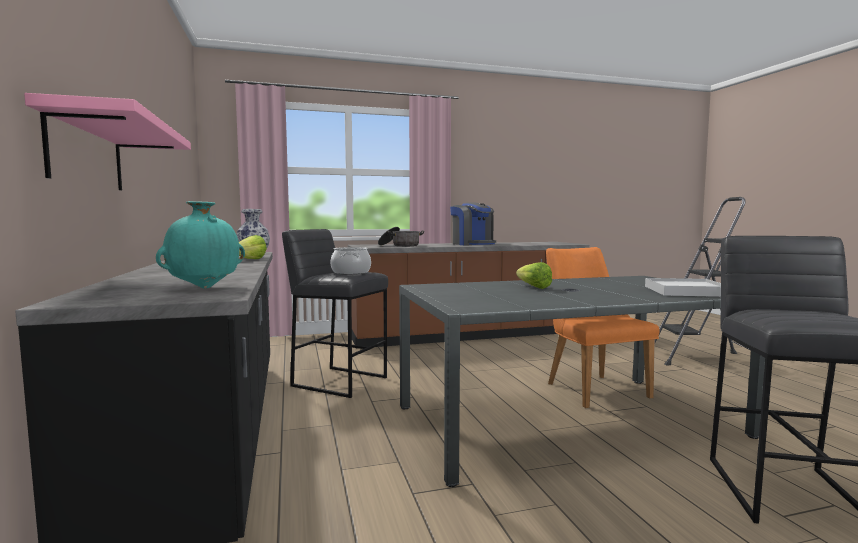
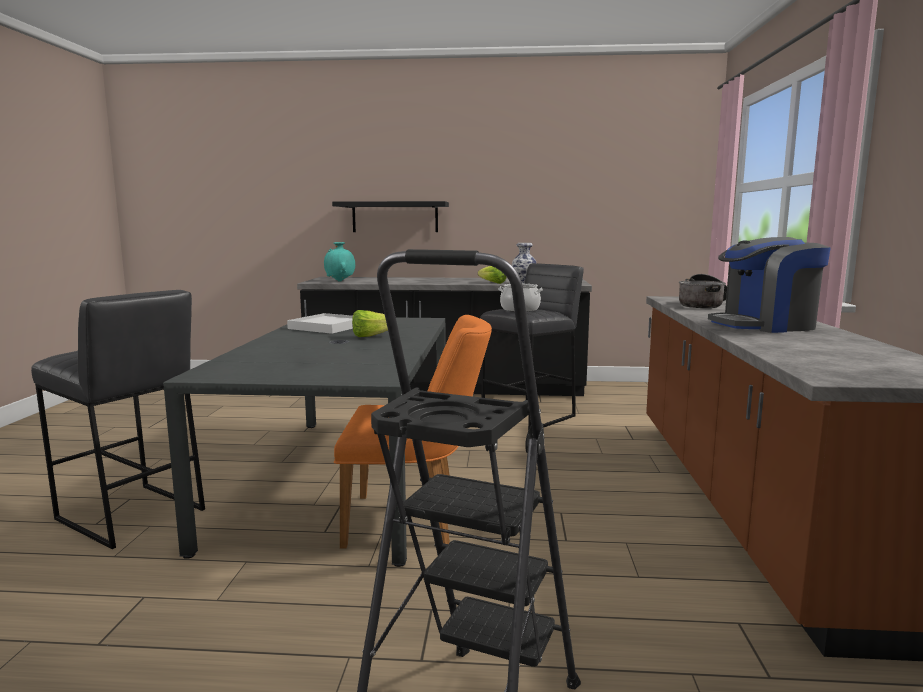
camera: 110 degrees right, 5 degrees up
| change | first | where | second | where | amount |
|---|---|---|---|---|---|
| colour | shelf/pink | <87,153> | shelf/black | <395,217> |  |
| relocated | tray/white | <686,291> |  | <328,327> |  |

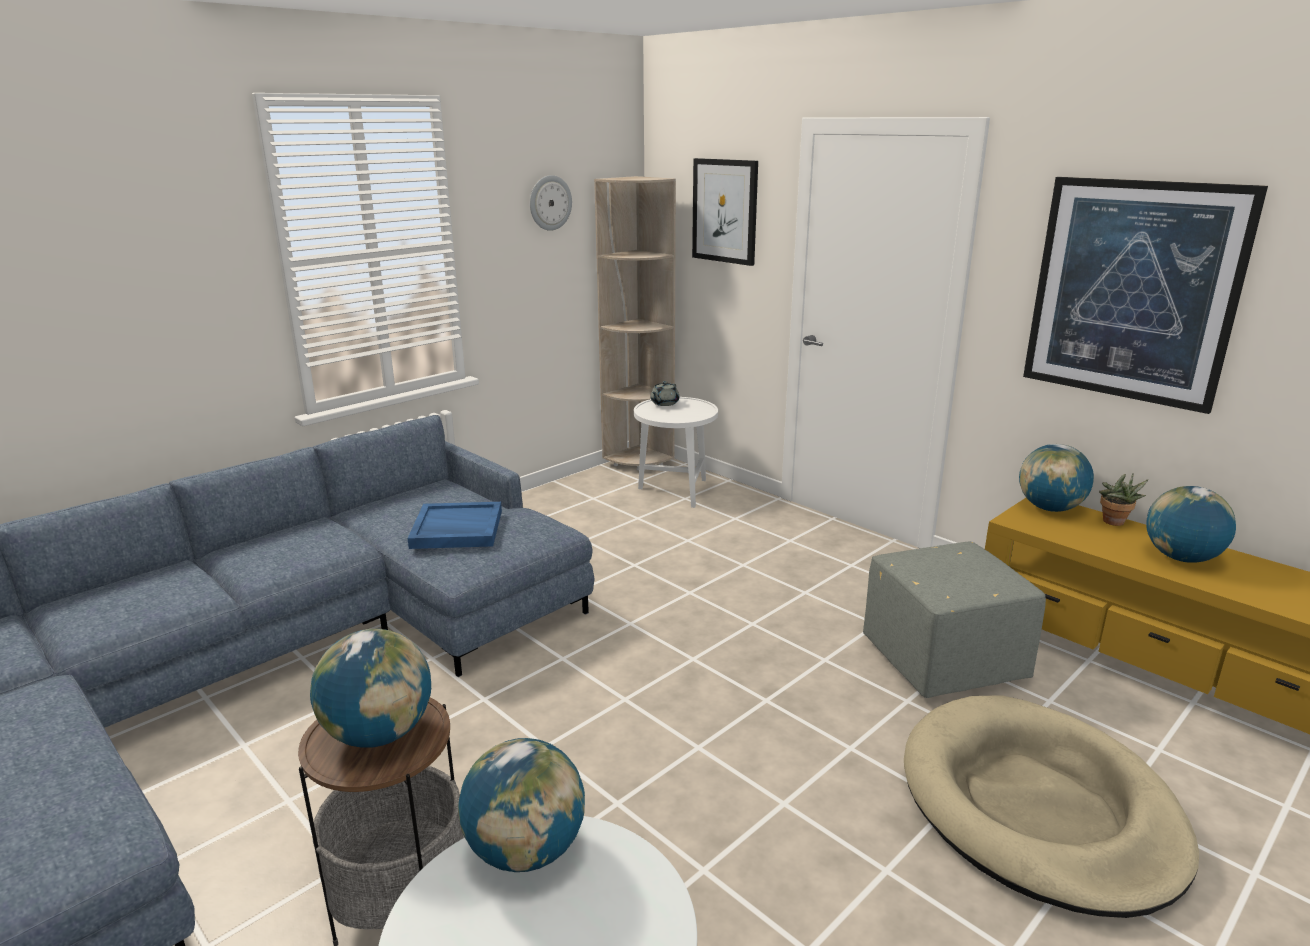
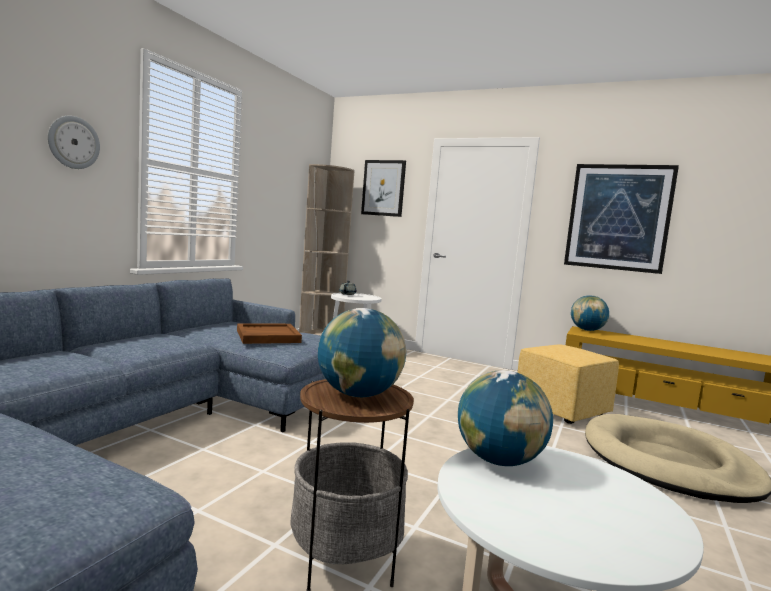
camera: 20 degrees left, 15 degrees down
| change | first | where | second | where | amount |
|---|---|---|---|---|---|
| relocated | wall clock | <550,203> |  | <73,142> |  |
| missing | potted plant | <1114,523> |  |  |  |
| missing | globe | <1181,558> |  |  |  |
| colour | tray/blue | <456,529> | tray/brown | <267,336> |  |
| colour | ottoman/grey | <942,660> | ottoman/yellow | <561,409> |  |

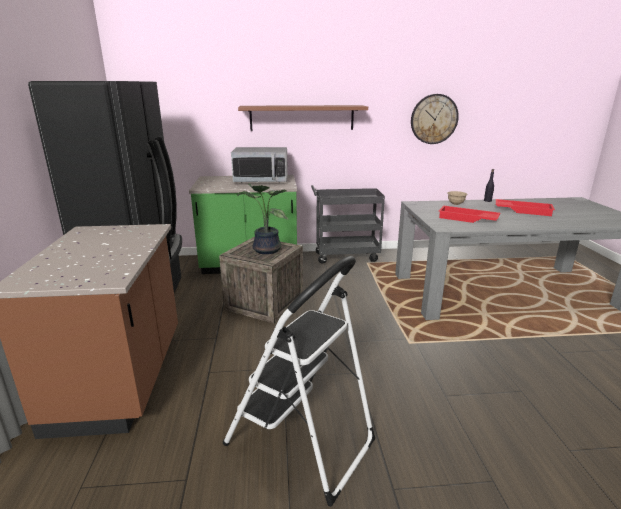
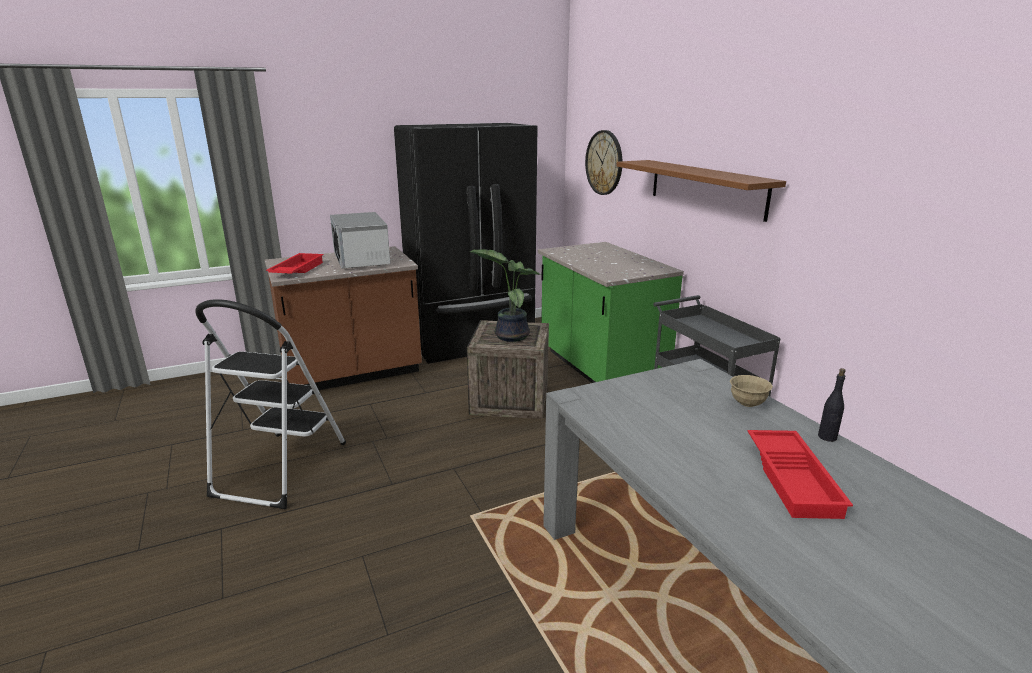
camera: 70 degrees right, 0 degrees up
| change | first | where | second | where | amount |
|---|---|---|---|---|---|
| relocated | wall clock | <434,119> |  | <604,162> |  |
| relocated | microwave | <261,180> |  | <362,260> |  |
| relocated | tray/red | <467,219> |  | <296,270> |  |

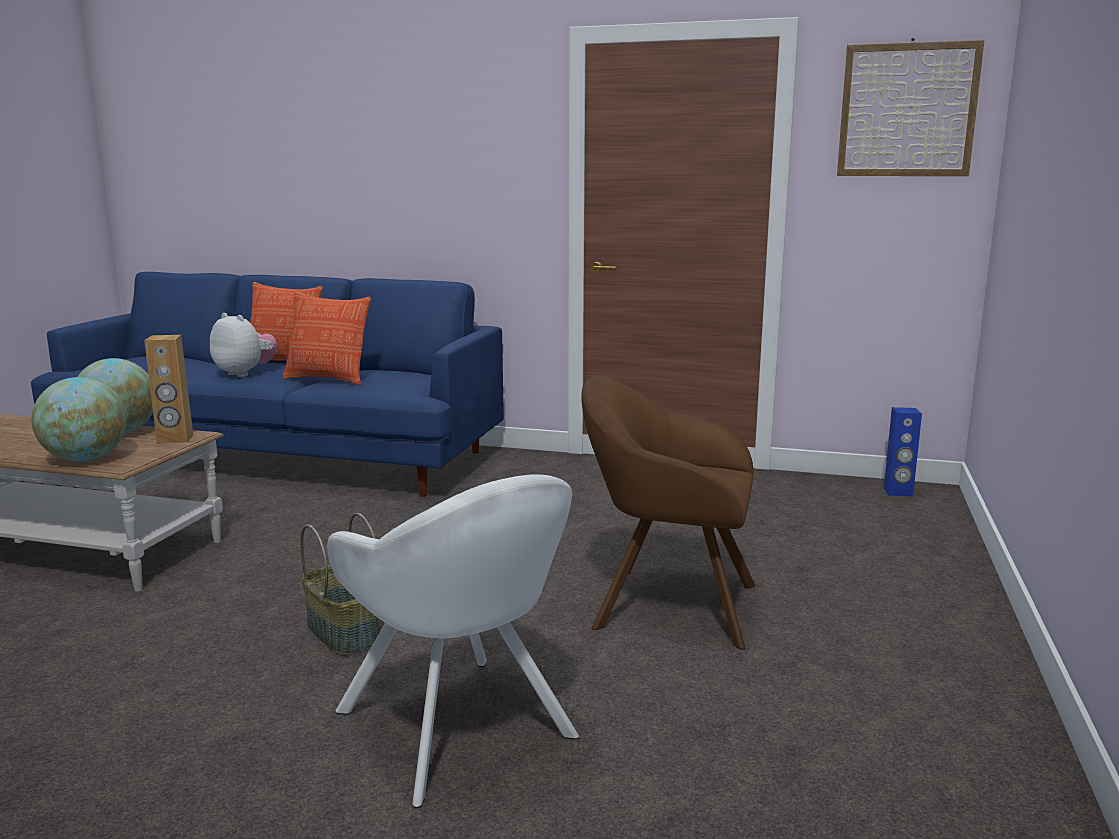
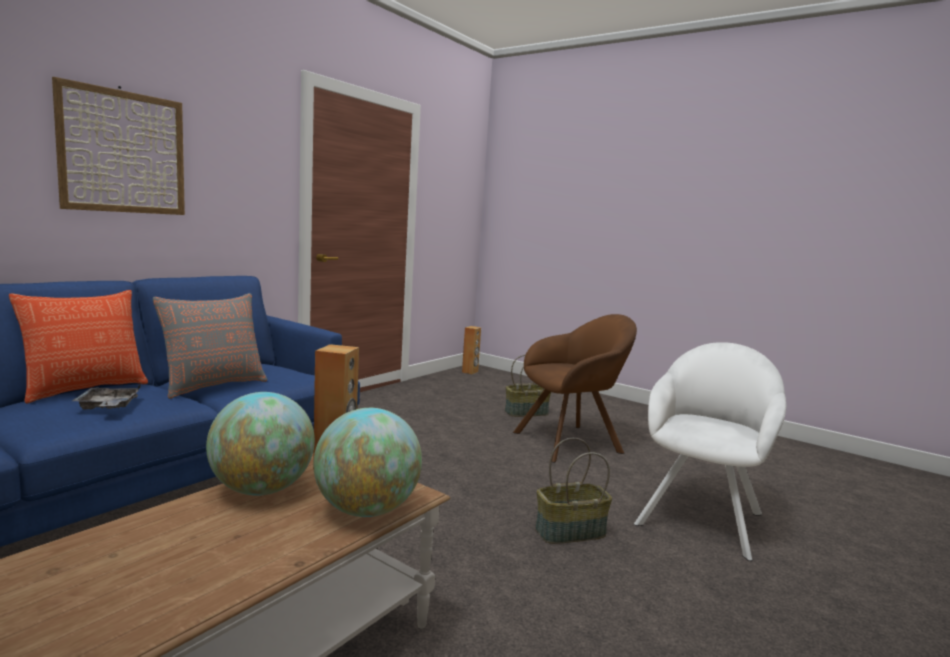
camera: 70 degrees left, 5 degrees down
| change | first | where | second | where | amount |
|---|---|---|---|---|---|
| relocated | picture | <907,108> |  | <123,150> |  |
| colour | pillow/orange | <328,379> | pillow/grey | <214,386> |  |
| exchanged | plush toy | <245,373> | tray/grey | <108,407> |  |
| spun | armchair/brown | <666,604> |  | <572,442> | 150 degrees counterclockwise |
| colour | speaker/blue | <898,492> | speaker/brown | <470,372> |  |
| spun | armchair/white | <460,730> |  | <701,516> | 45 degrees counterclockwise |
| appeared |  |  | basket | <526,412> |  |

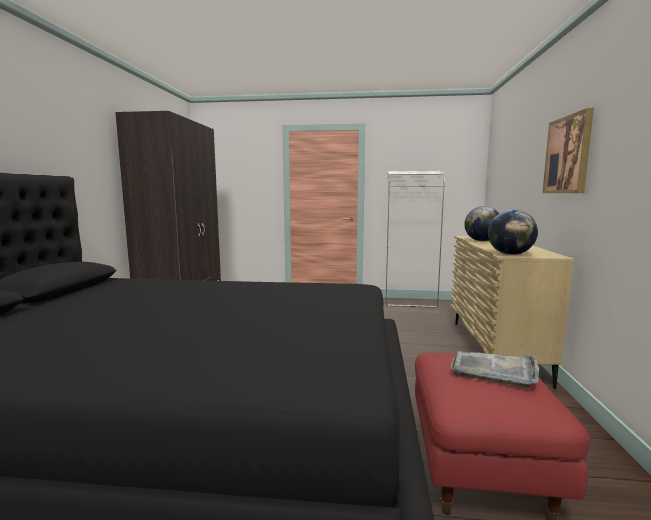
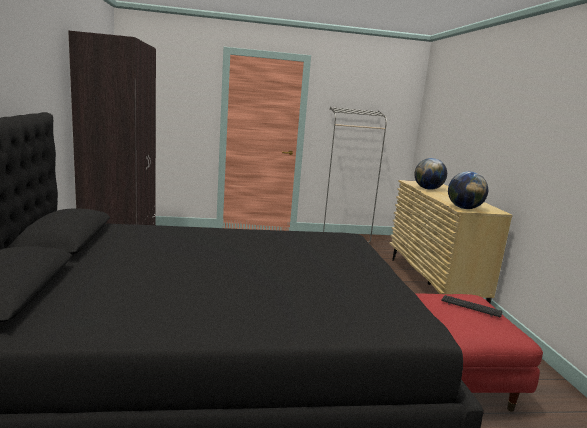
camera: 15 degrees left, 5 degrees up
| change | first | where | second | where | amount |
|---|---|---|---|---|---|
| missing | picture | <568,155> |  |  |  |
| exchanged | tray/grey | <494,370> | keyboard | <471,307> |  |

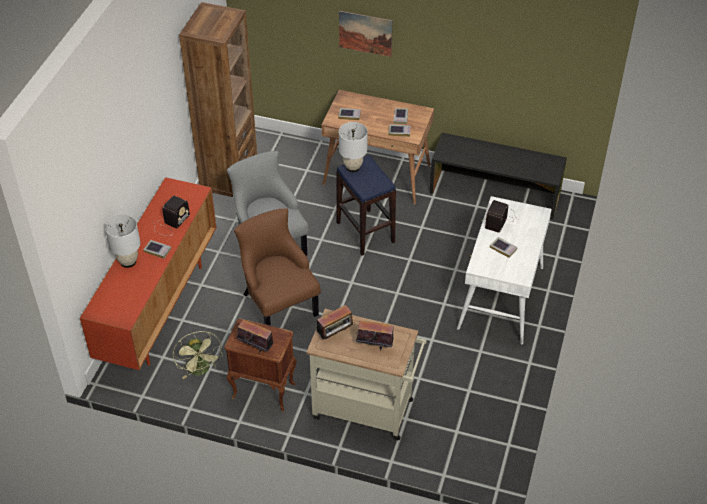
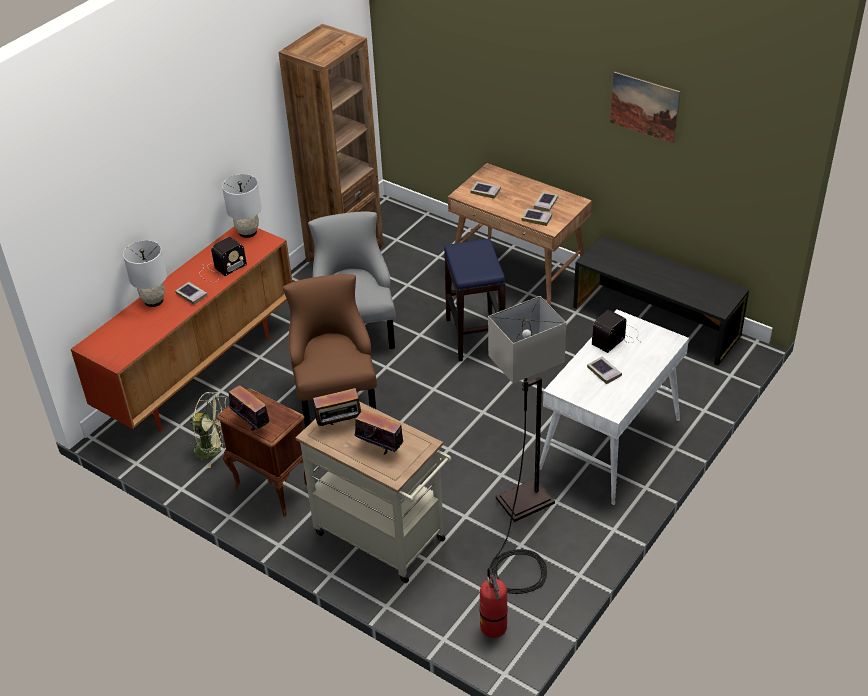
camera: 20 degrees right, 5 degrees down
| change | first | where | second | where | amount |
|---|---|---|---|---|---|
| relocated | picture | <365,33> |  | <644,107> |  |
| relocated | table lamp/white | <352,167> |  | <247,232> |  |
| spun | fan/green | <201,371> |  | <214,450> | 75 degrees counterclockwise |
| appeared |  |  | floor lamp | <519,539> |  |
| appeared |  |  | fire extinguisher | <494,627> |  |

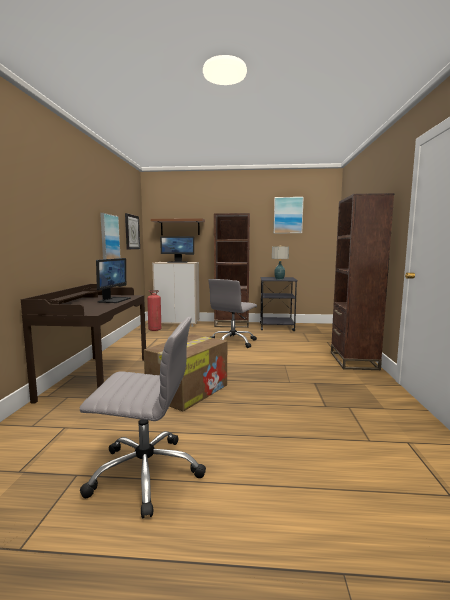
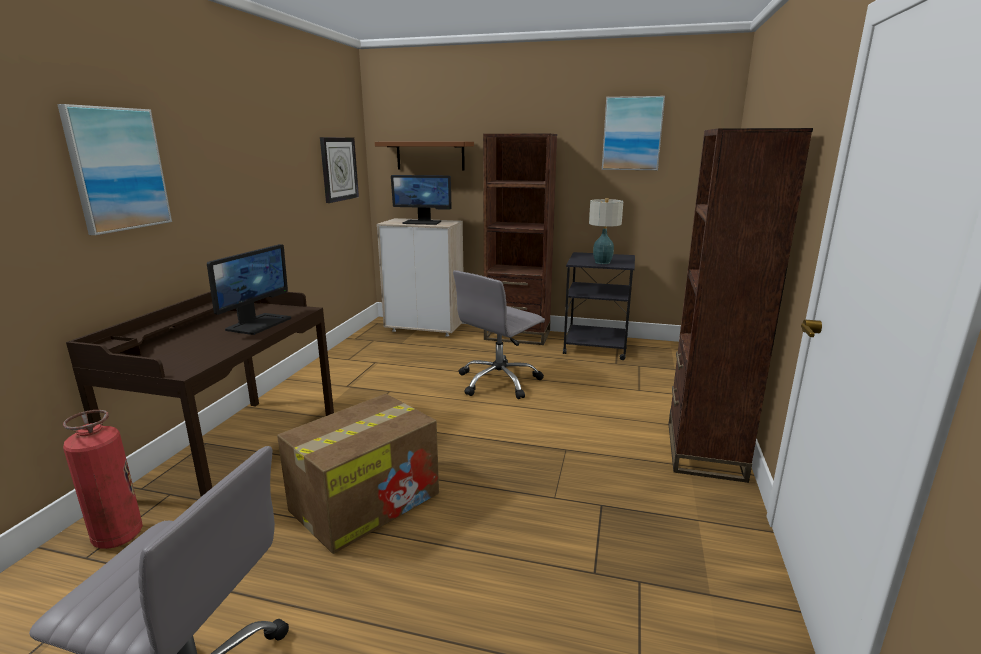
camera: 10 degrees right, 10 degrees up
| change | first | where | second | where | amount |
|---|---|---|---|---|---|
| relocated | picture | <109,237> |  | <117,169> |  |
| relocated | fire extinguisher | <154,329> |  | <118,536> |  |

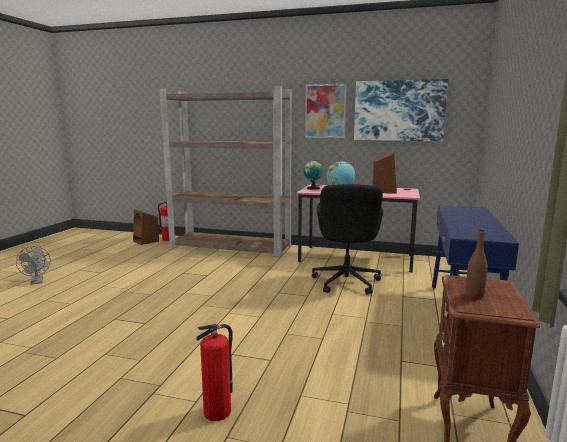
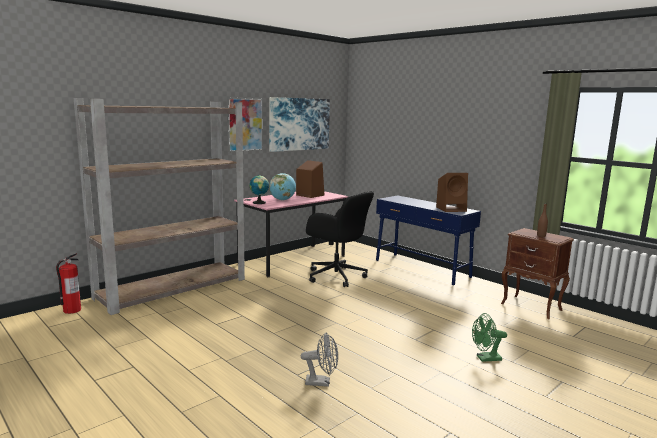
camera: 60 degrees left, 0 degrees up
| change | first | where | second | where | amount |
|---|---|---|---|---|---|
| relocated | speaker/brown | <146,241> |  | <451,209> |  |
| relocated | fan/grey | <37,282> |  | <322,382> |  |
| exchanged | fire extinguisher | <218,411> | fan/green | <485,358> |  |

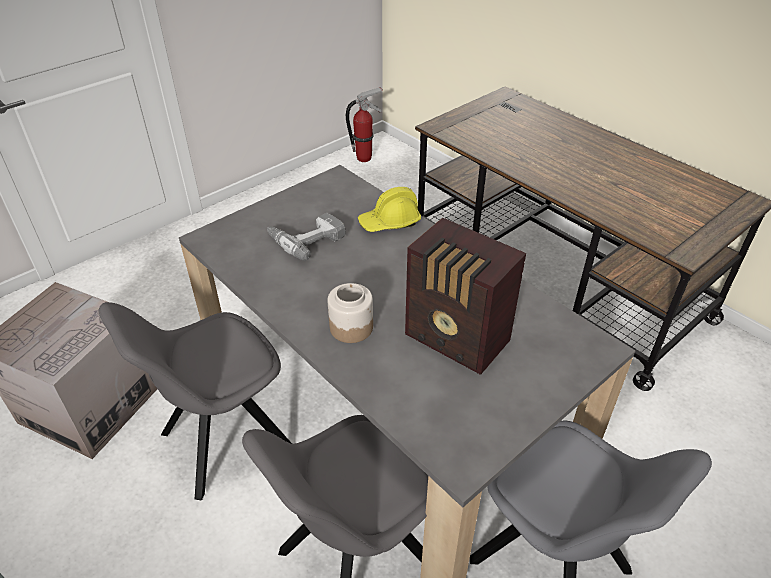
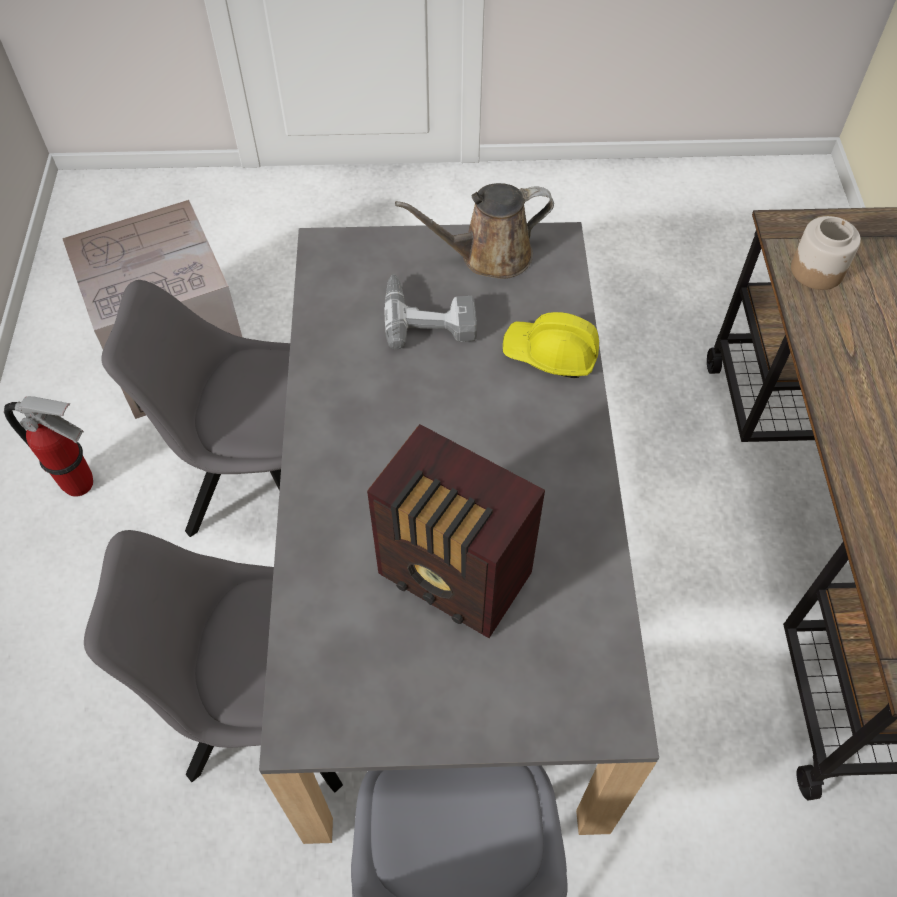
camera: 40 degrees right, 15 degrees up
| change | first | where | second | where | amount |
|---|---|---|---|---|---|
| relocated | fire extinguisher | <364,158> |  | <80,484> |  |
| spun | radio | <457,340> |  | <456,578> | 45 degrees counterclockwise |
| relocated | jar | <351,327> |  | <817,270> |  |
| appeared |  |  | watering can/brown | <489,255> |  |

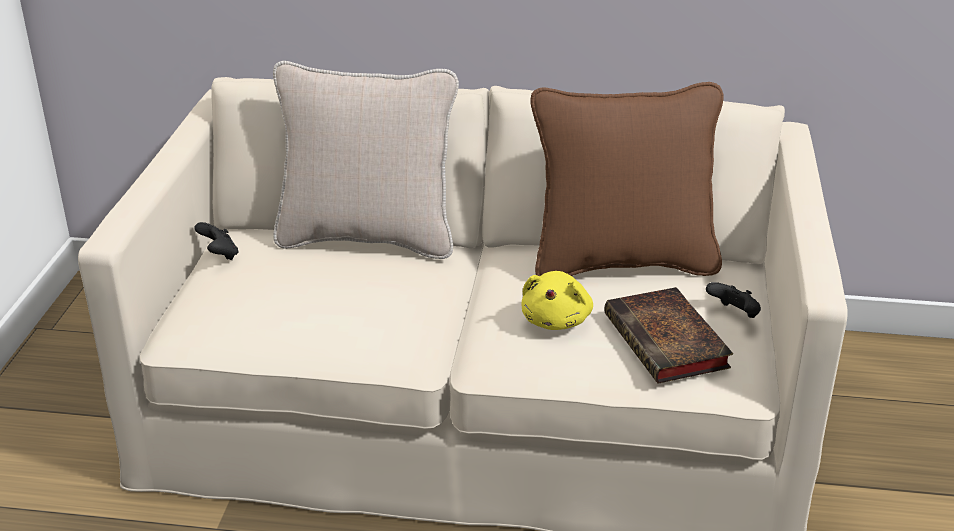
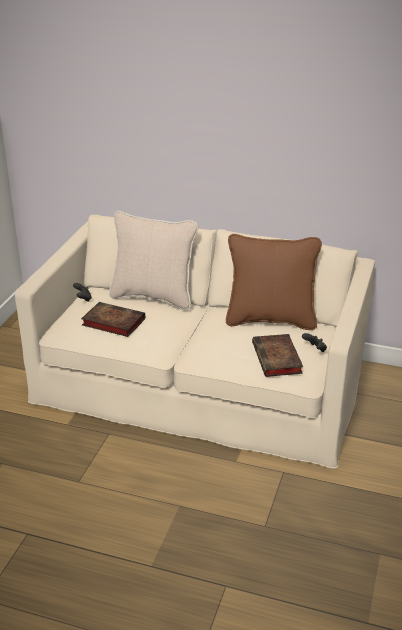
camera: 10 degrees right, 0 degrees up
| change | first | where | second | where | amount |
|---|---|---|---|---|---|
| missing | plush toy/yellow | <557,320> |  |  |  |
| appeared |  |  | book | <112,322> |  |

